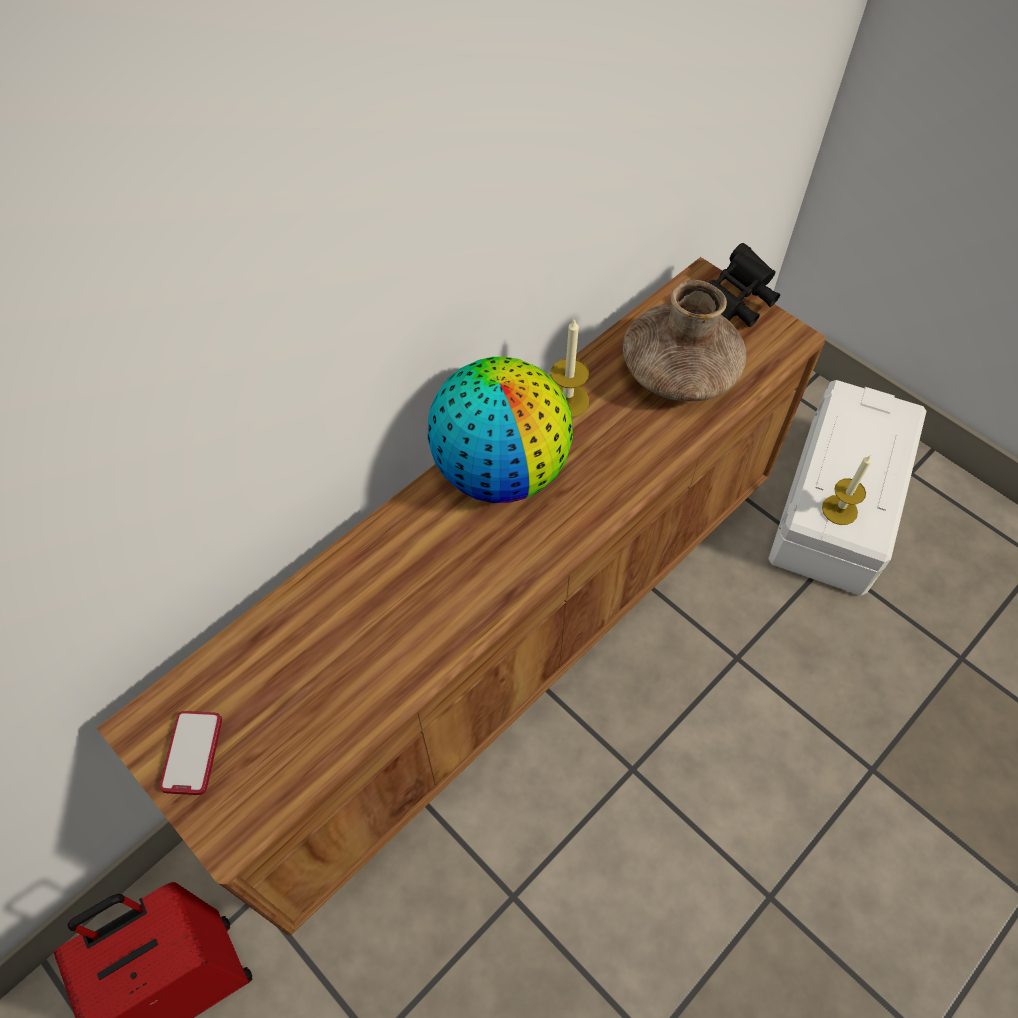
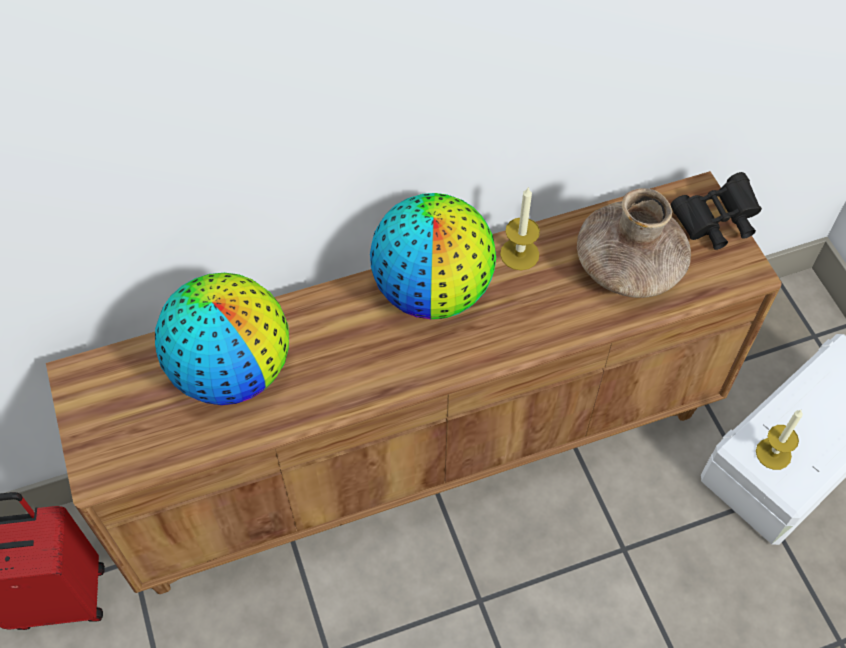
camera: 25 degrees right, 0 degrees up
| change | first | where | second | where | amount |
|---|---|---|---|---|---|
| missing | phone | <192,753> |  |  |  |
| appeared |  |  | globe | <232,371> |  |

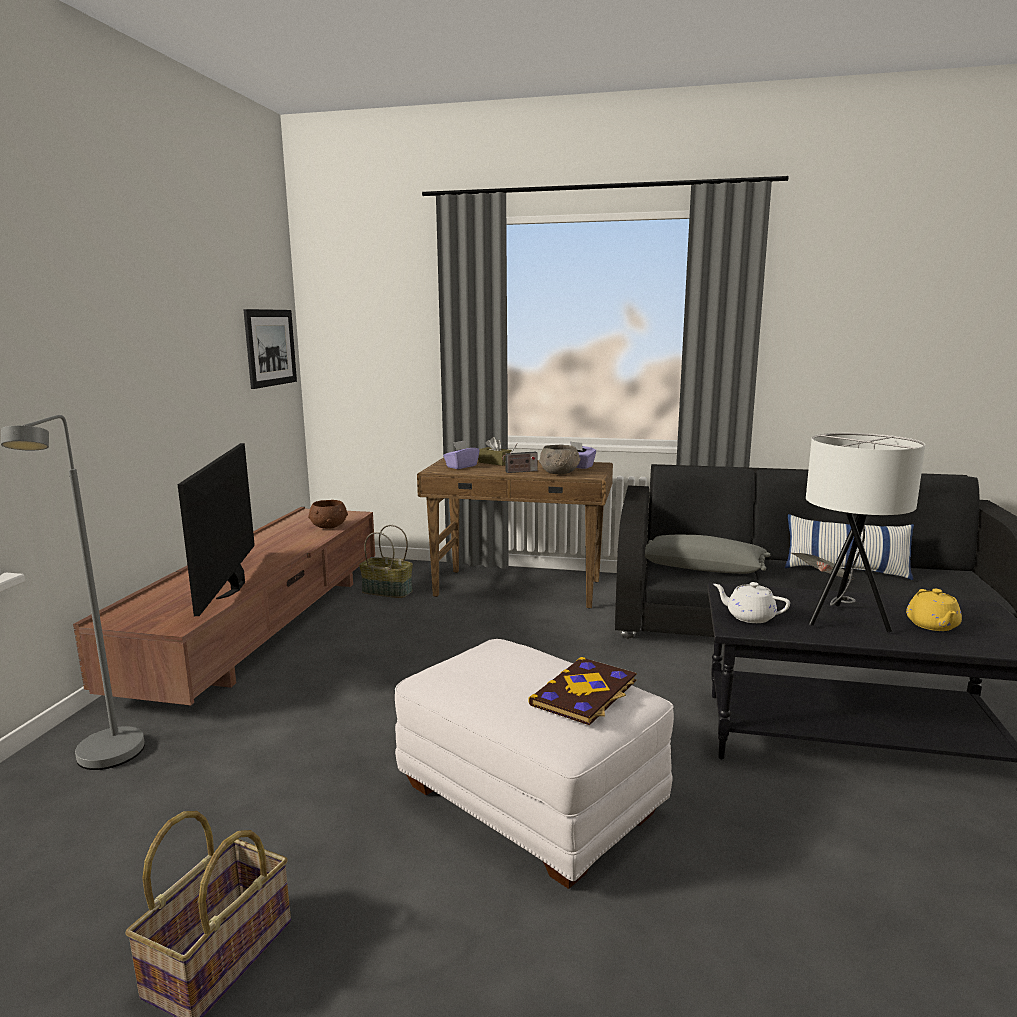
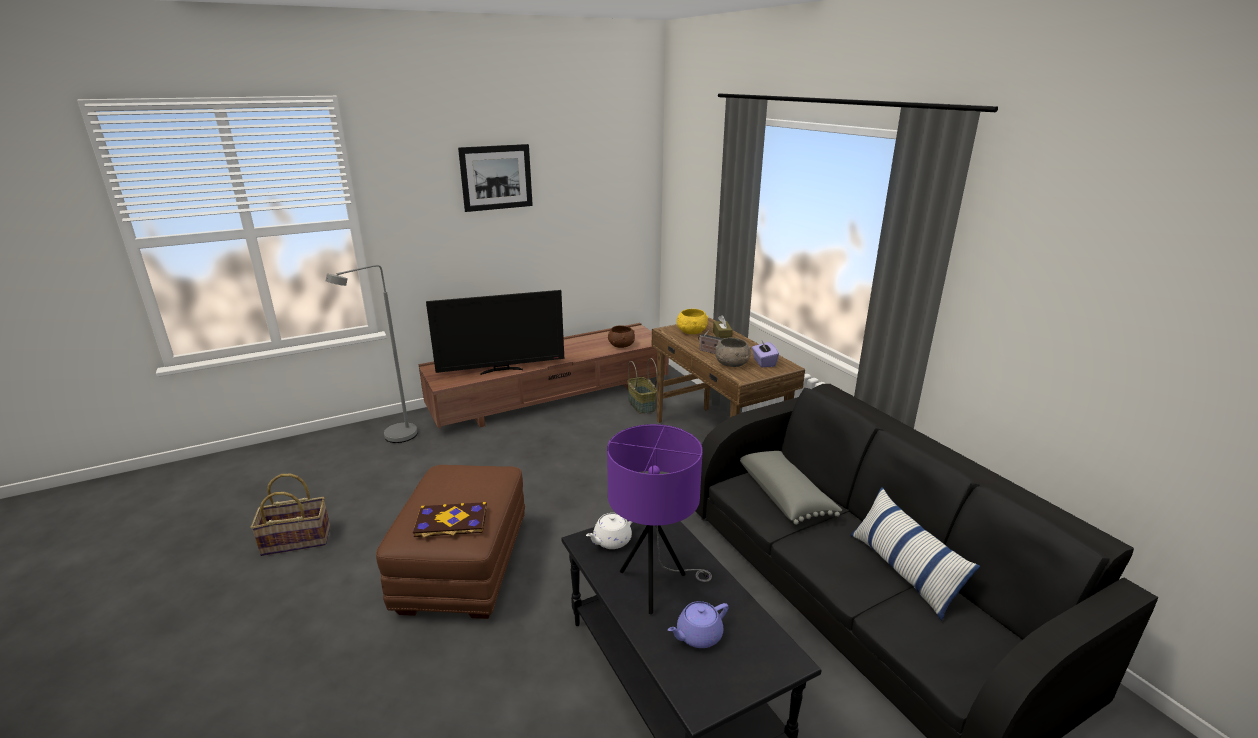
camera: 50 degrees right, 10 degrees up
| change | first | where | second | where | amount |
|---|---|---|---|---|---|
| relocated | picture | <270,347> |  | <496,177> |  |
| colour | table lamp/white | <845,620> | table lamp/purple | <656,586> |  |
| exchanged | tissue box/purple | <461,466> | bowl/yellow | <691,332> |  |
| spun | television | <233,586> |  | <501,370> | 150 degrees counterclockwise |
| missing | newspaper | <823,582> |  |  |  |
| spun | teapot/white | <749,617> |  | <611,541> | 120 degrees counterclockwise |
| colour | teapot/yellow | <932,625> | teapot/purple | <698,635> |  |
| colour | ottoman/white | <530,800> | ottoman/brown | <463,568> |  |

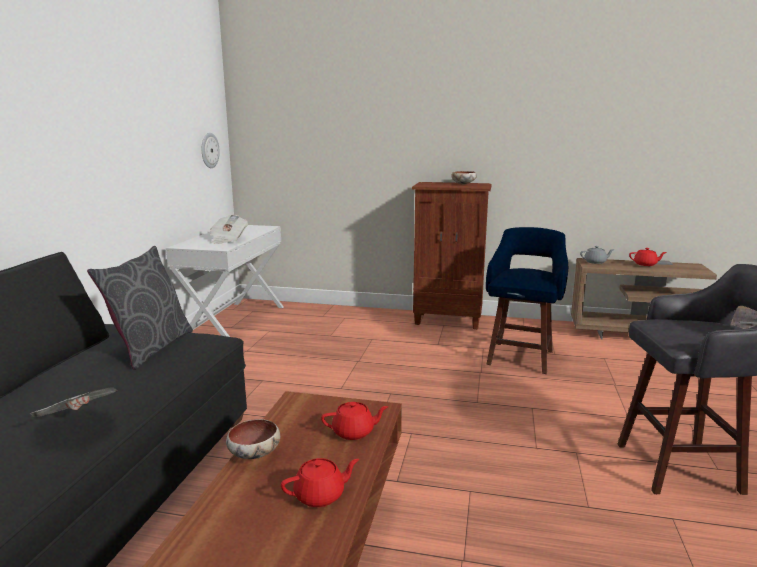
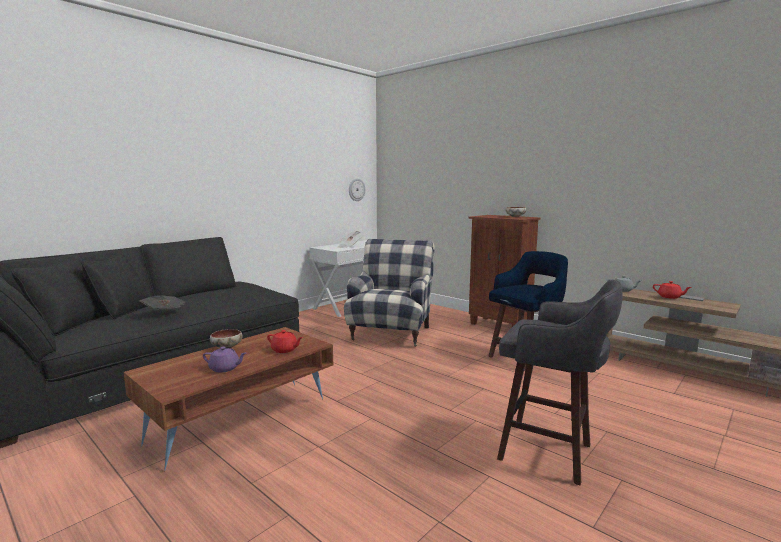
camera: 30 degrees right, 5 degrees down
| change | first | where | second | where | amount |
|---|---|---|---|---|---|
| missing | pillow/grey | <150,348> |  |  |  |
| colour | teapot/red | <320,495> | teapot/purple | <225,368> |  |
| appeared |  |  | armchair | <391,333> |  |

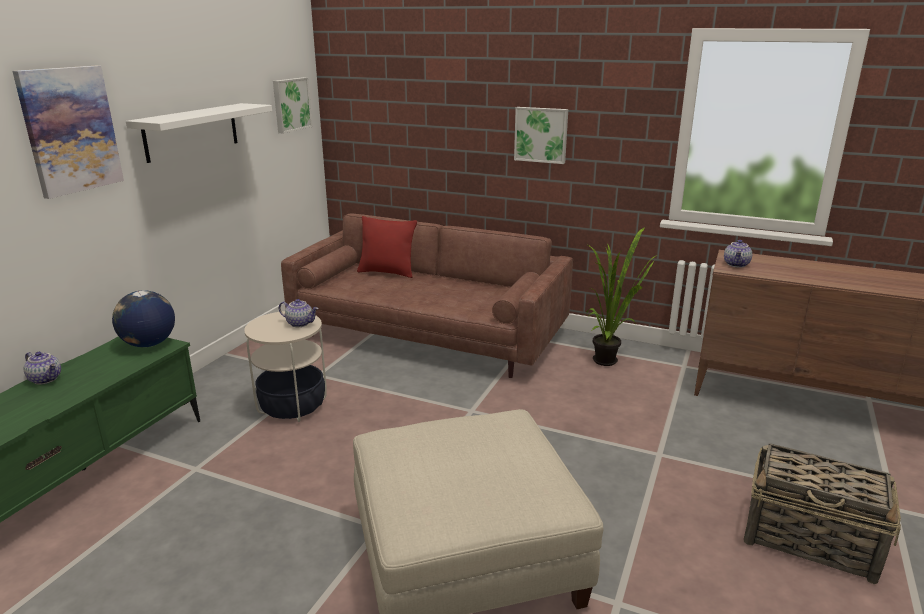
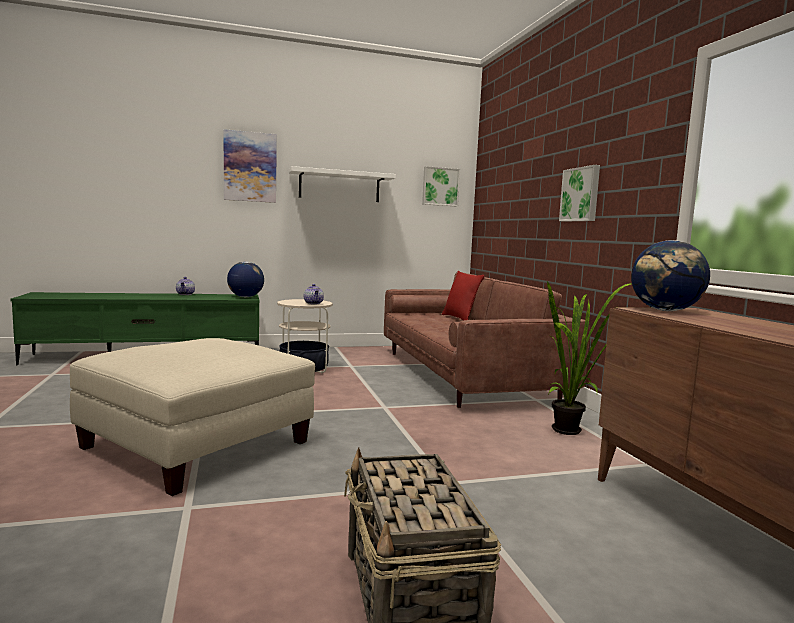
camera: 50 degrees right, 15 degrees down
| change | first | where | second | where | amount |
|---|---|---|---|---|---|
| exchanged | teapot | <737,264> | globe | <665,310> |  |

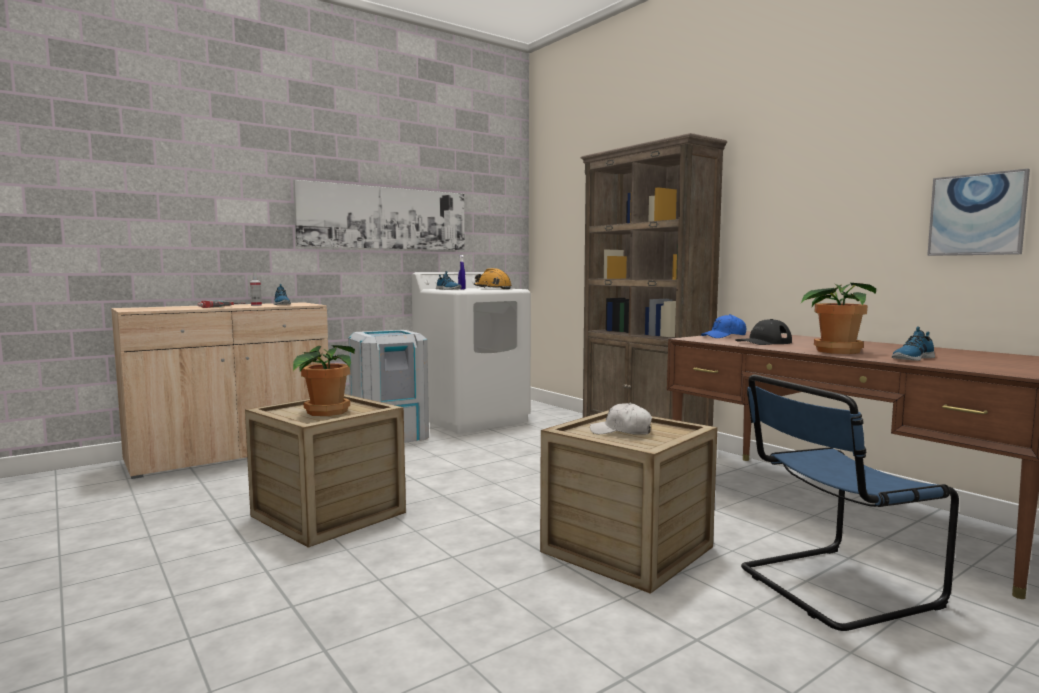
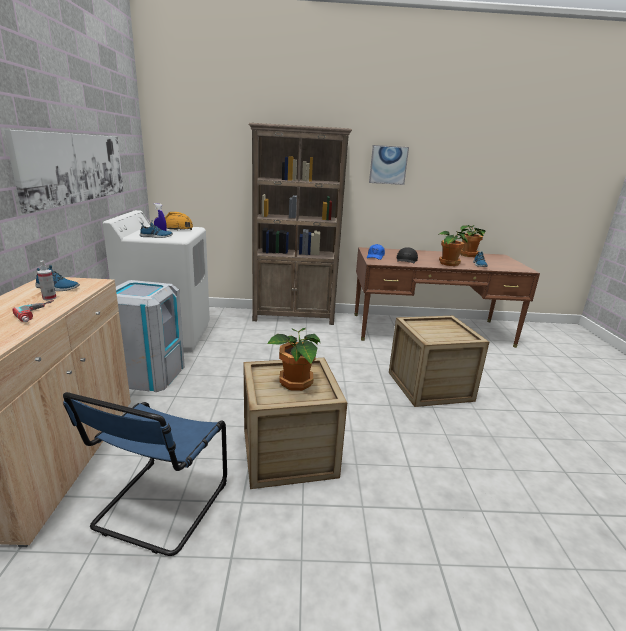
camera: 55 degrees left, 15 degrees up
| change | first | where | second | where | amount |
|---|---|---|---|---|---|
| relocated | picture | <976,214> |  | <388,165> |  |
| relocated | chair/blue | <831,587> |  | <159,507> |  |
| missing | cap/white | <621,432> |  |  |  |
| appeared |  |  | potted plant | <469,255> |  |

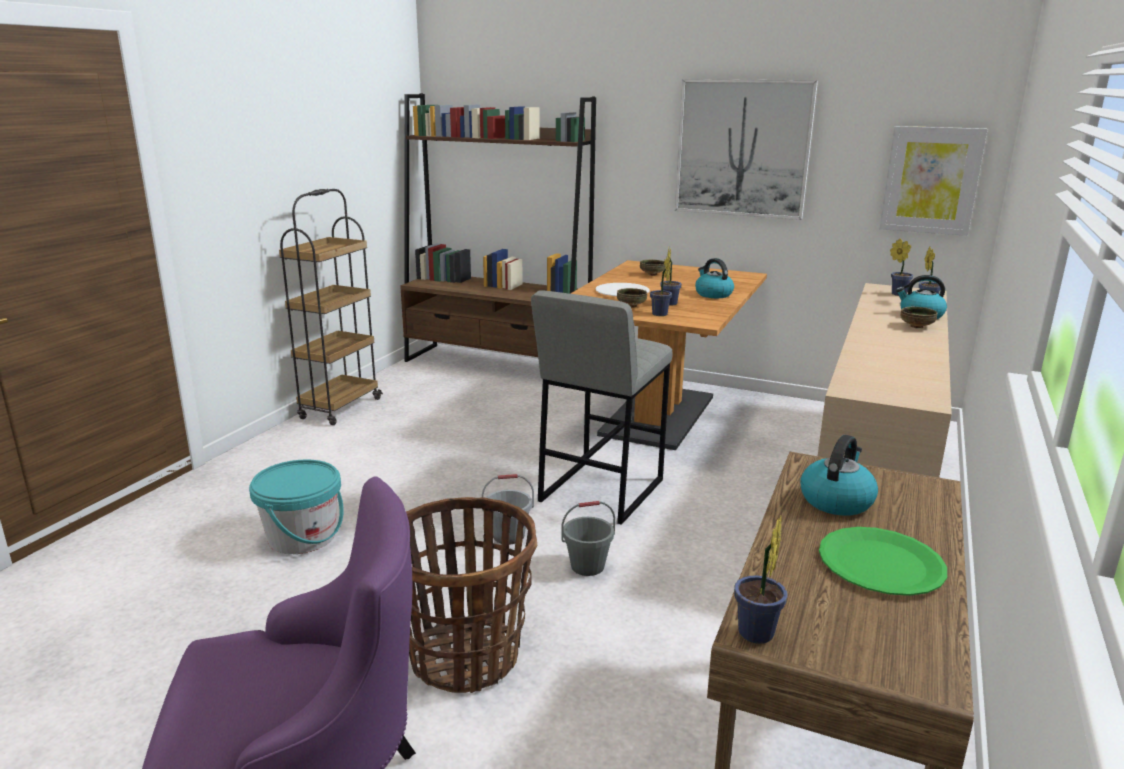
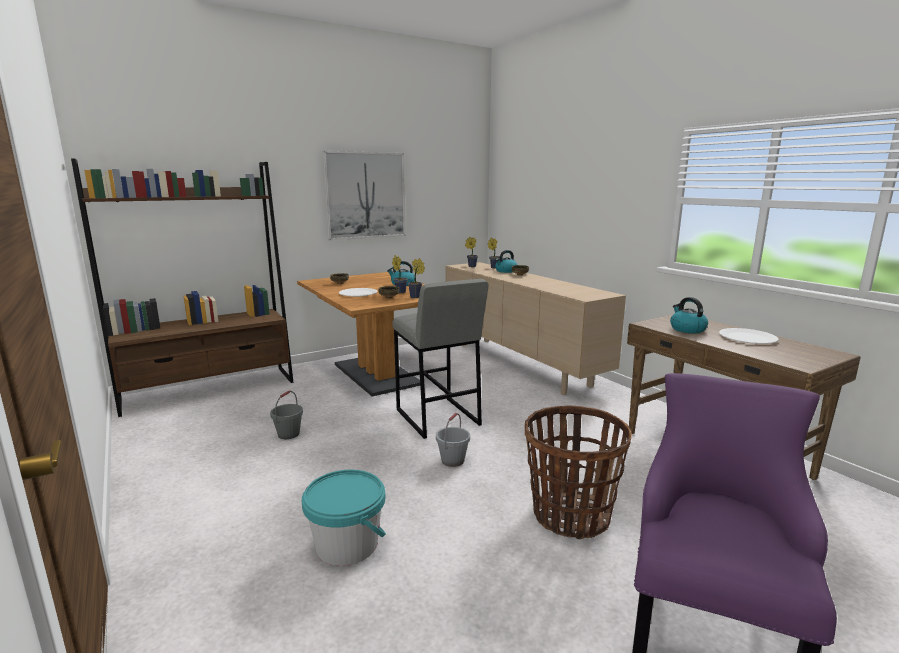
camera: 55 degrees left, 5 degrees down
| change | first | where | second | where | amount |
|---|---|---|---|---|---|
| missing | picture | <931,180> |  |  |  |
| missing | cart/brown | <340,409> |  |  |  |
| relocated | bucket/grey | <587,566> |  | <288,434> |  |
| missing | potted plant | <755,636> |  |  |  |
| colour | plate/green | <880,564> | plate/white | <747,338> |  |

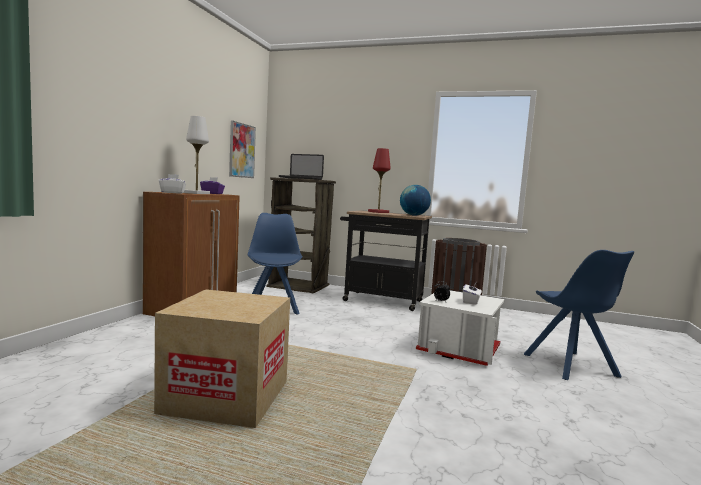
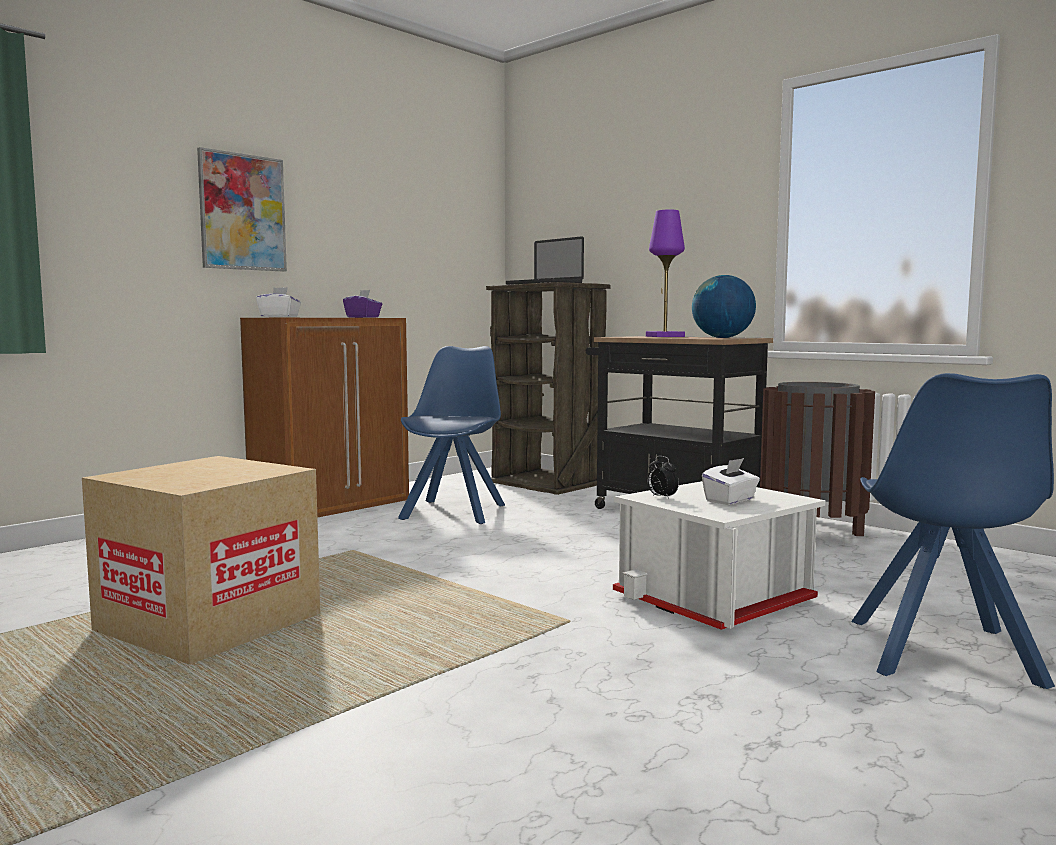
camera: 25 degrees right, 0 degrees up
| change | first | where | second | where | amount |
|---|---|---|---|---|---|
| missing | table lamp/white | <196,193> |  |  |  |
| relocated | picture | <241,150> |  | <242,212> |  |
| colour | table lamp/red | <378,212> | table lamp/purple | <664,336> |  |

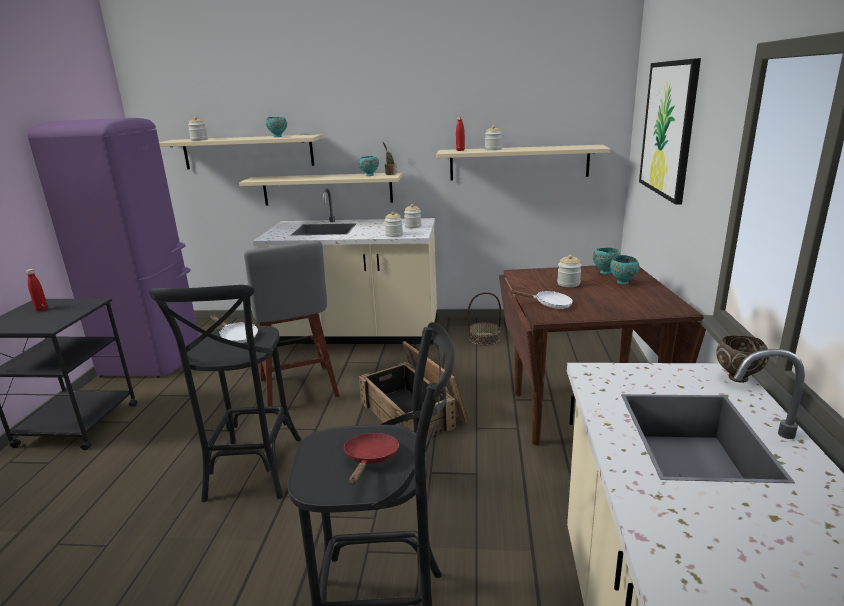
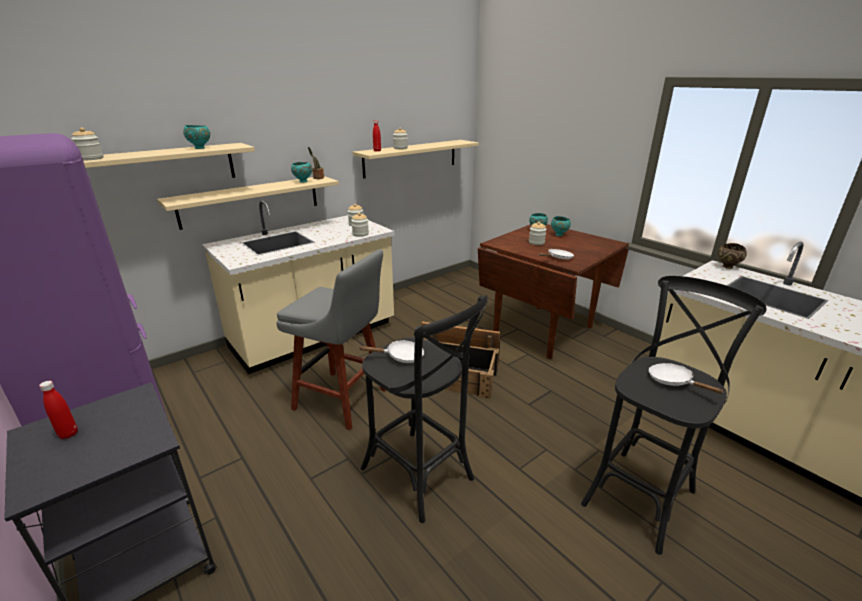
camera: 45 degrees left, 5 degrees up
| change | first | where | second | where | amount |
|---|---|---|---|---|---|
| missing | picture | <668,129> |  |  |  |
| missing | basket | <484,338> |  |  |  |
| colour | frying pan/red | <370,459> | frying pan/white | <673,381> |  |

